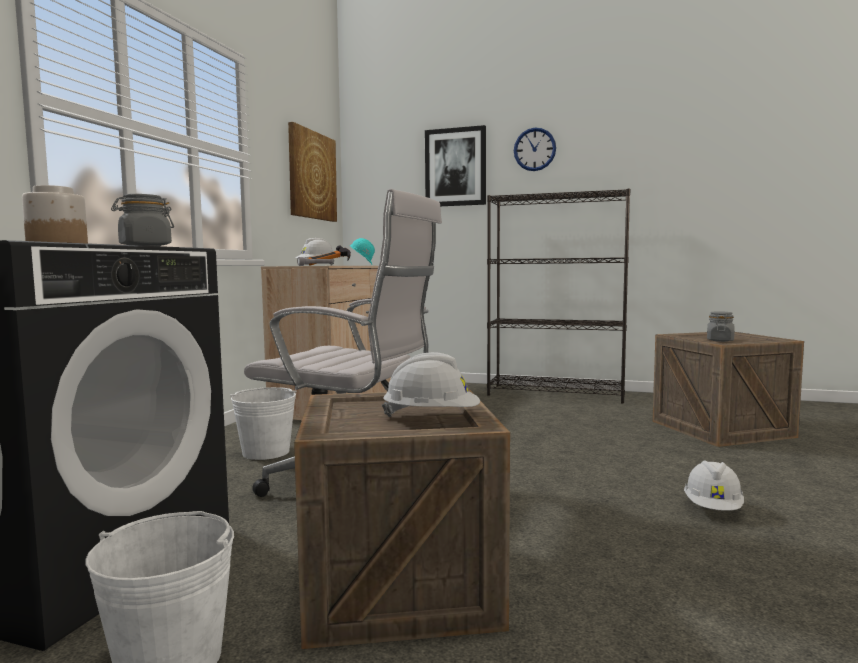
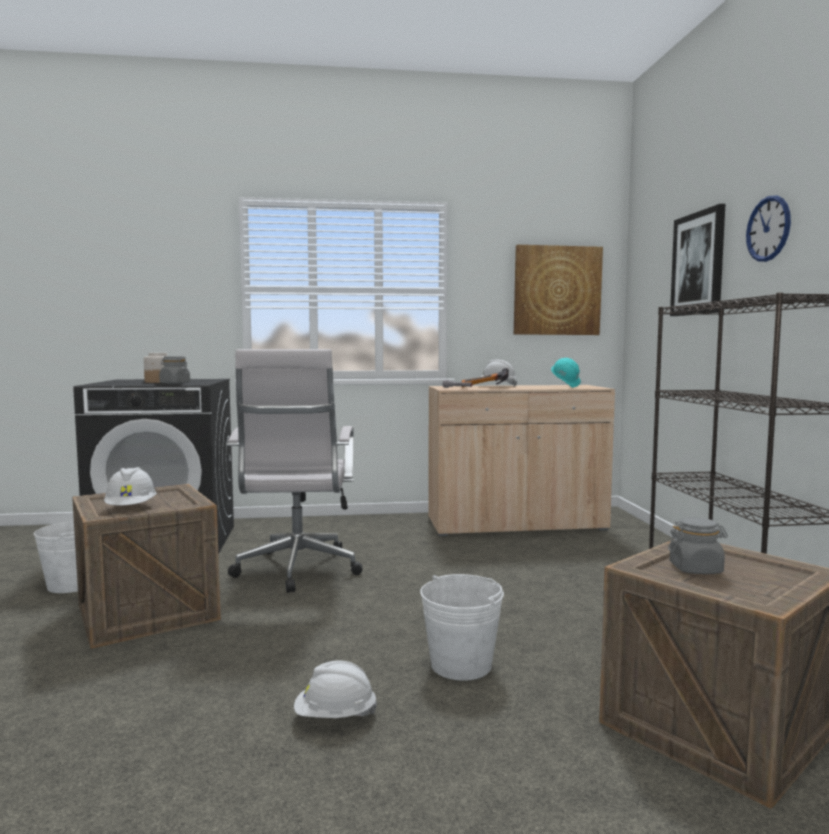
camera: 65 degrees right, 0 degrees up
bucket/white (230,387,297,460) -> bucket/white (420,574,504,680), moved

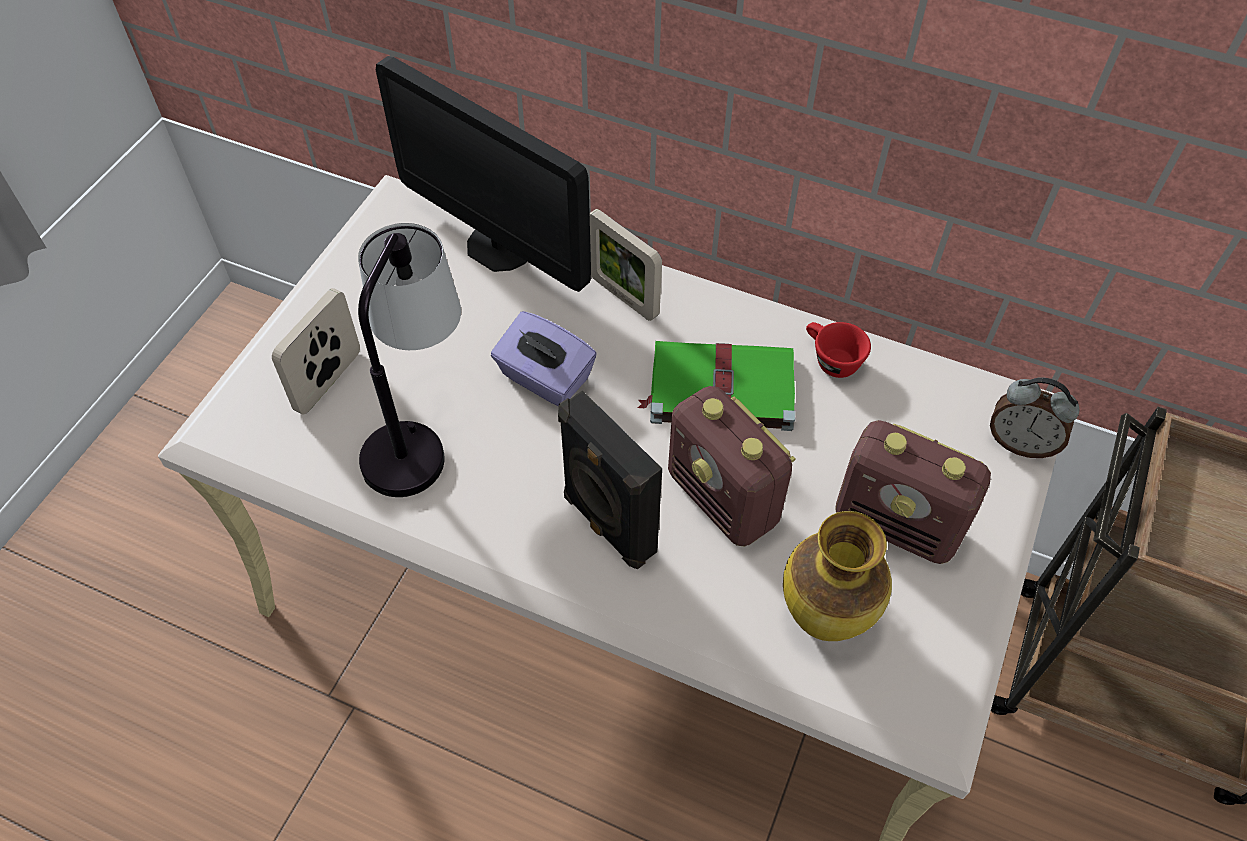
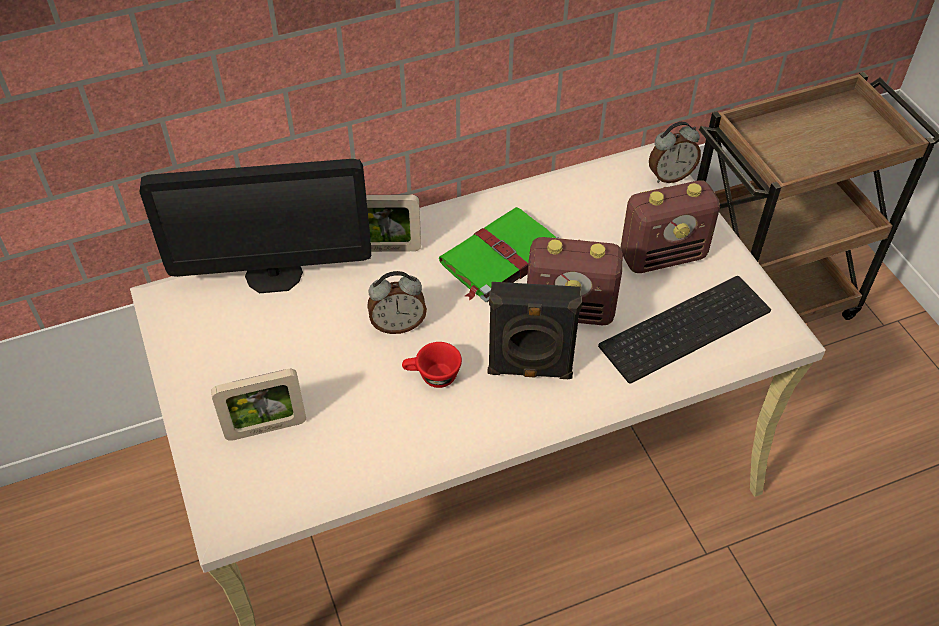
camera: 45 degrees left, 5 degrees down
standing frame (272,288,360,415) -> standing frame (211,369,306,441), 90 degrees counterclockwise
tissue holder/purple-coloured (491,311,597,406) -> table clock (367,271,427,334)
drinking cup/red-coloured (806,322,871,378) -> drinking cup/red-coloured (402,342,462,388), moved
vase (783,511,892,641) -> PC keyboard (598,276,771,384)
tabletop lamp (358,223,461,497) -> none

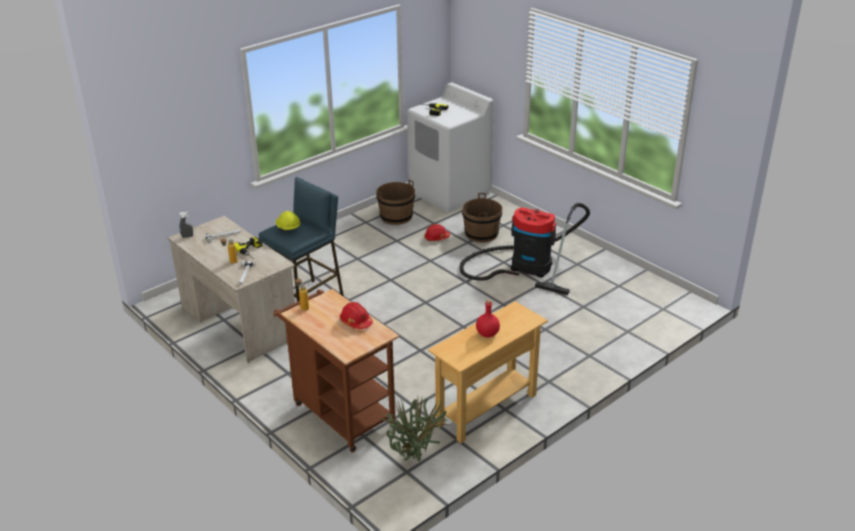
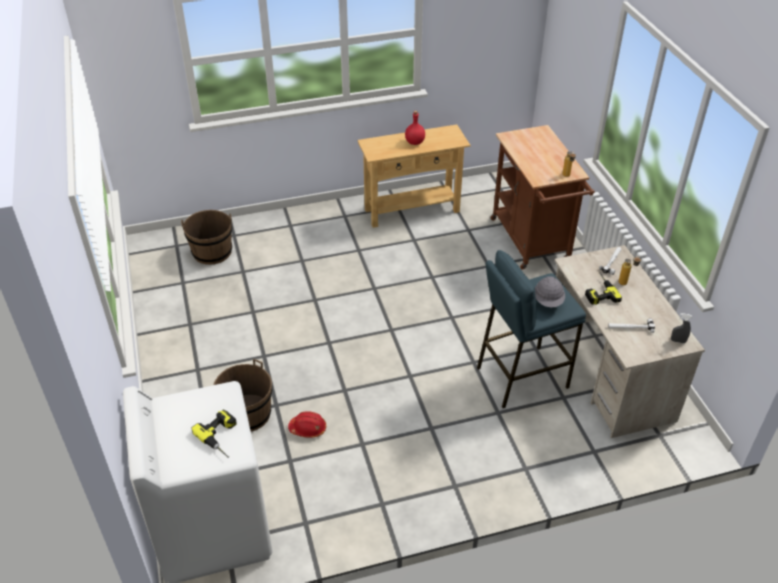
camera: 155 degrees left, 10 degrees up
bucket/brown-coloured (376,179,415,225) -> bucket/brown-coloured (181,210,232,265), moved
work helmet/yellow-coloured (276,211,301,231) -> work helmet/grey (535,276,565,307)
work helmet/red-coloured (340,302,373,329) -> none
potted plant (376,396,449,461) -> none
hoover (459,203,590,295) -> none

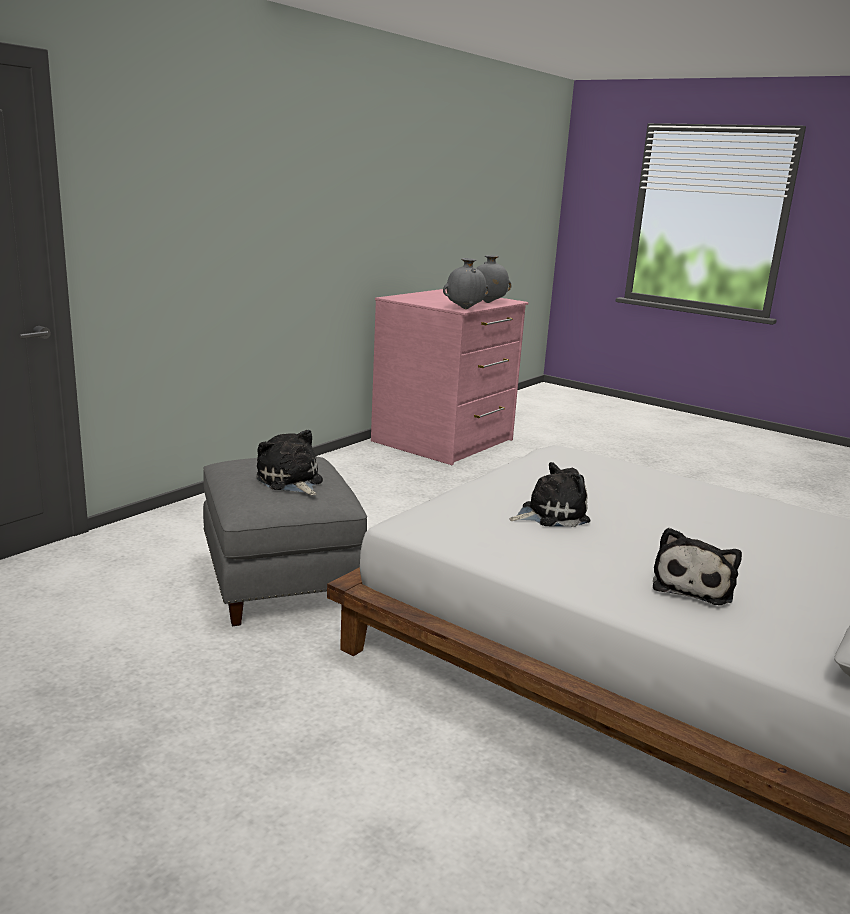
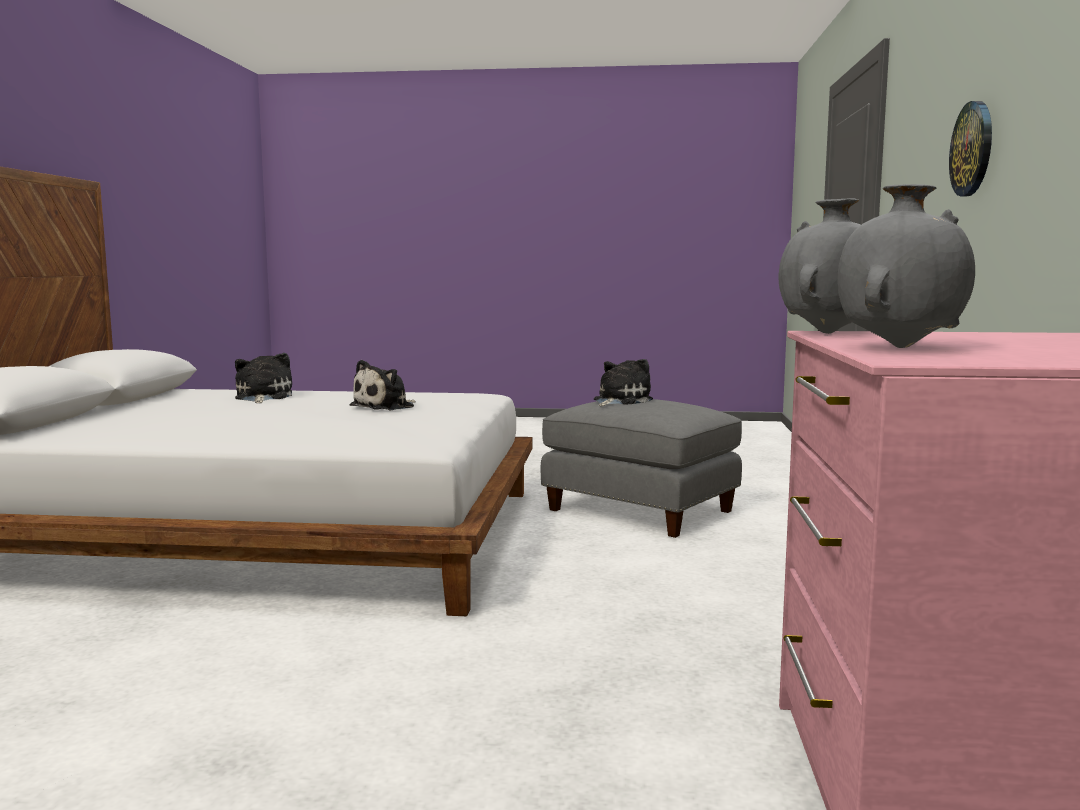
camera: 150 degrees right, 10 degrees down
cuddly toy (257,430,323,495) -> cuddly toy (594,359,653,406), 75 degrees counterclockwise
none -> wall clock (949,101,992,196)

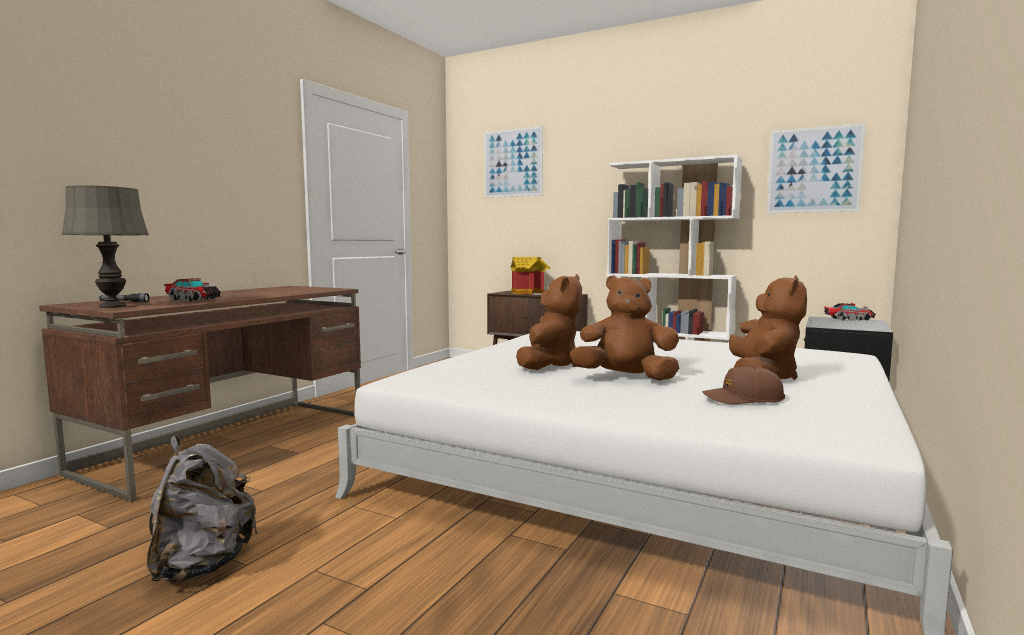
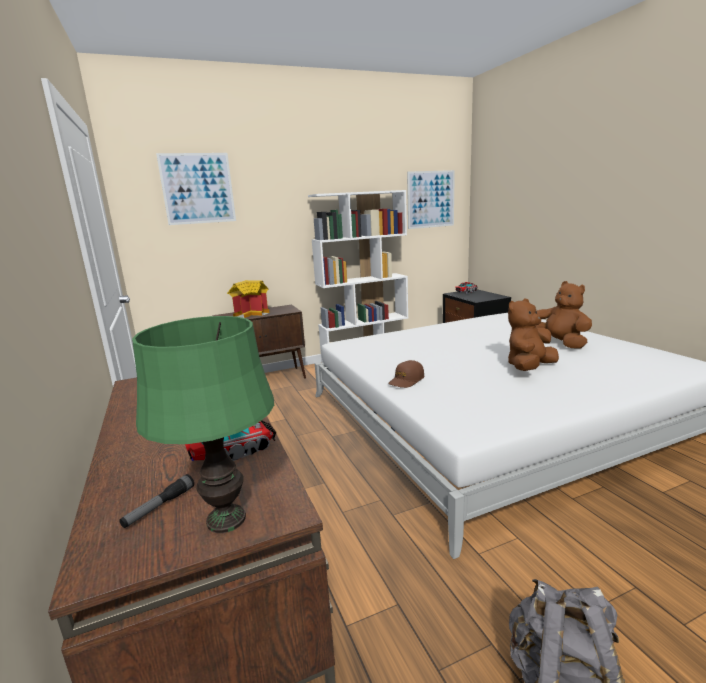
camera: 50 degrees left, 10 degrees up
tabletop lamp/grey (61,185,149,308) -> tabletop lamp/greenish (132,316,274,533)
cap/brown-coloured (702,366,785,404) -> cap/brown-coloured (388,360,424,388), moved
cuddly toy/brown-coloured (516,274,582,370) -> none

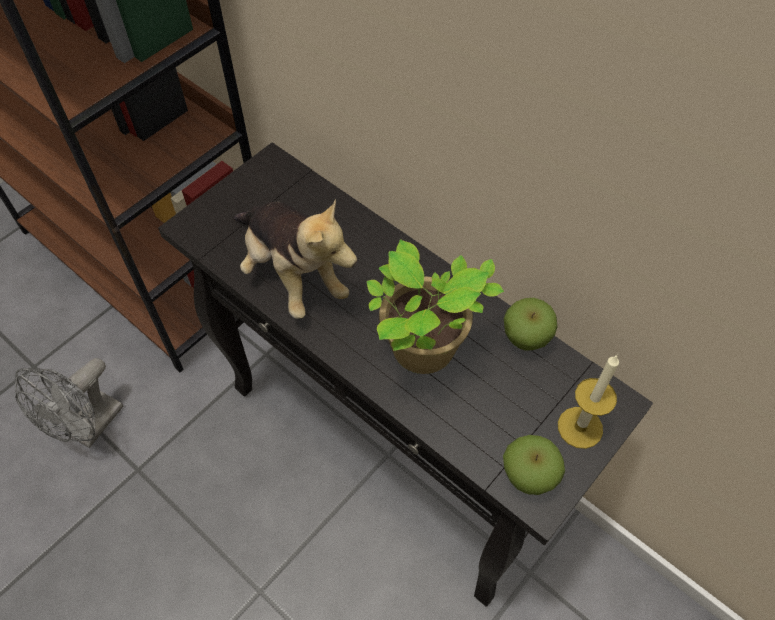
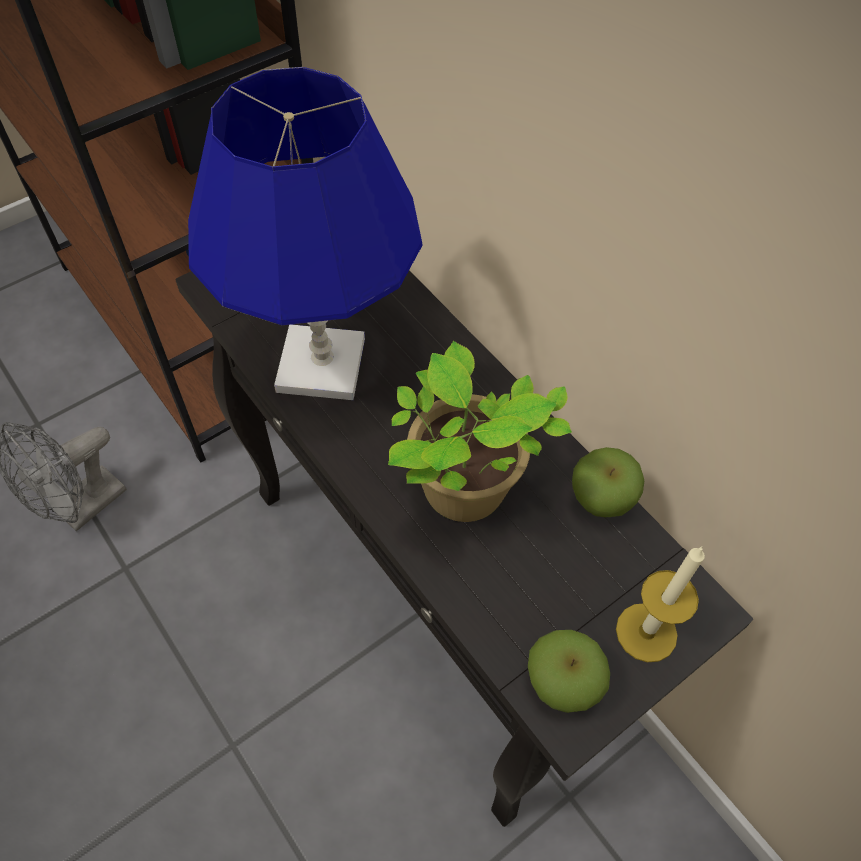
camera: 10 degrees right, 0 degrees up
cuddly toy (233,199,357,319) -> tabletop lamp/blue (188,67,423,400)

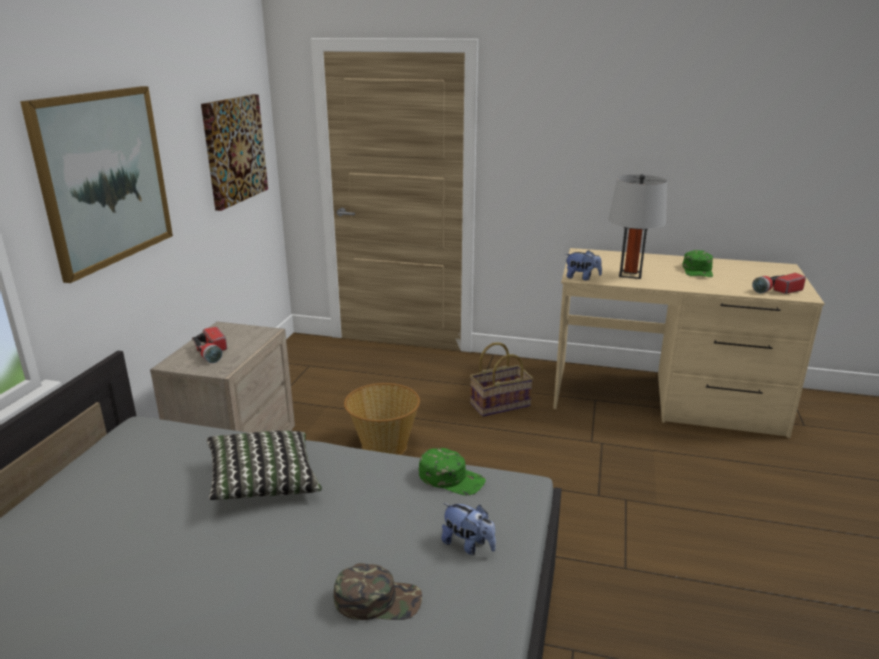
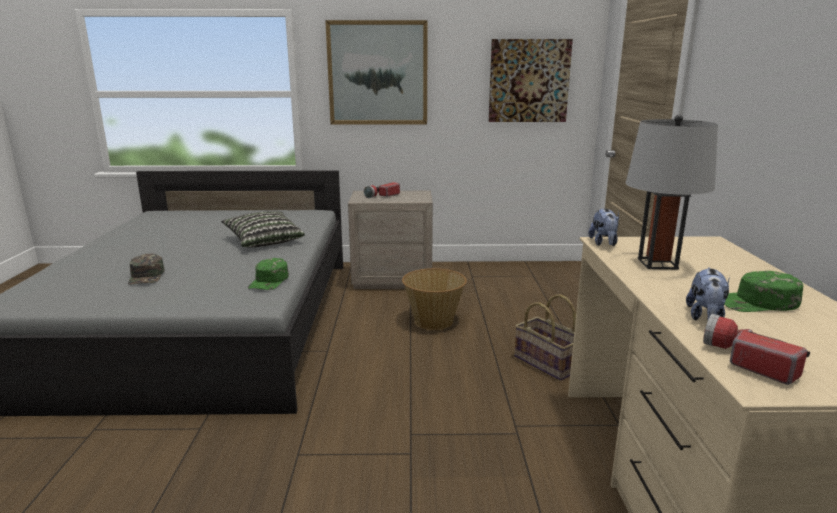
camera: 75 degrees right, 5 degrees down
cuddly toy (441,503,496,555) -> cuddly toy (686,267,730,321), moved

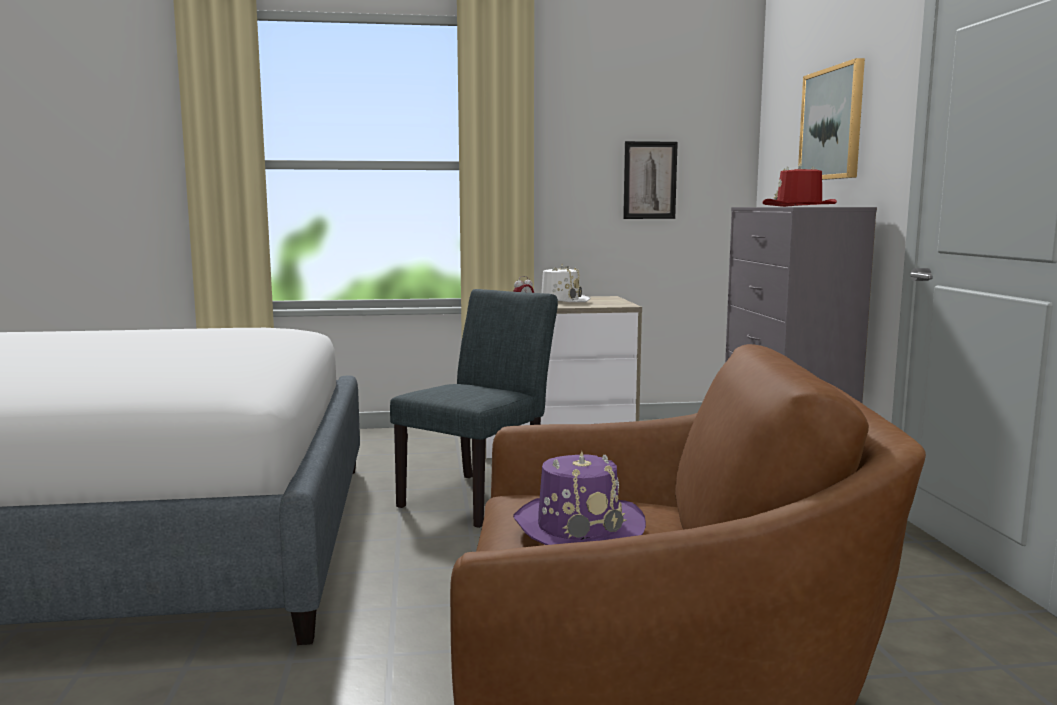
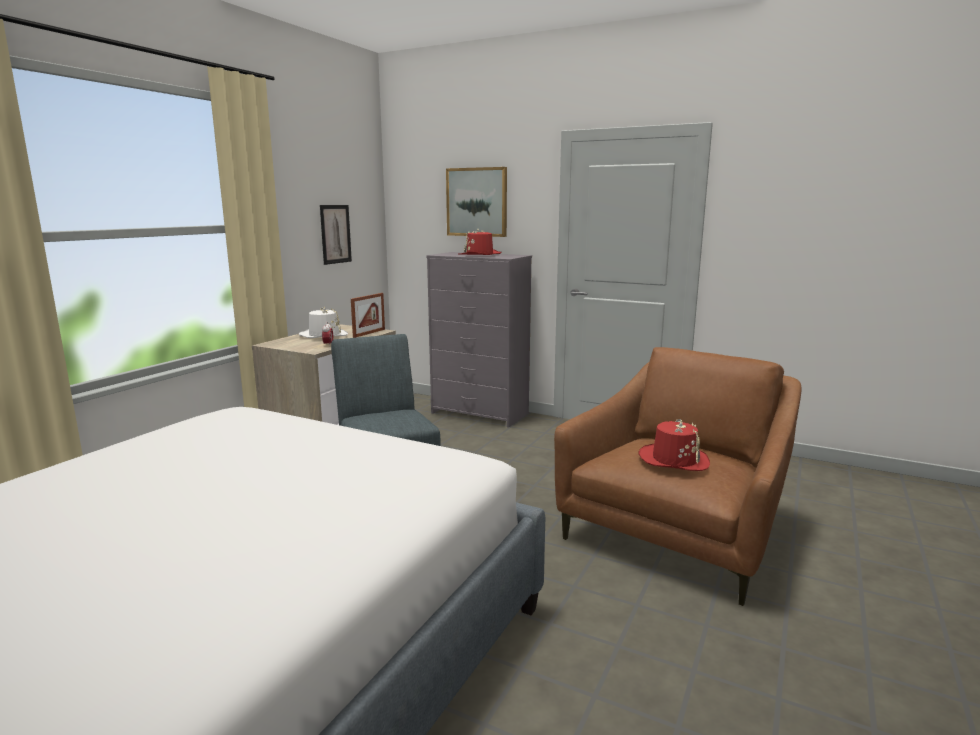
camera: 55 degrees left, 5 degrees up
none -> standing frame (351,293,385,338)
hat/purple-coloured (513,451,646,545) -> hat/red-coloured (638,419,710,471)

